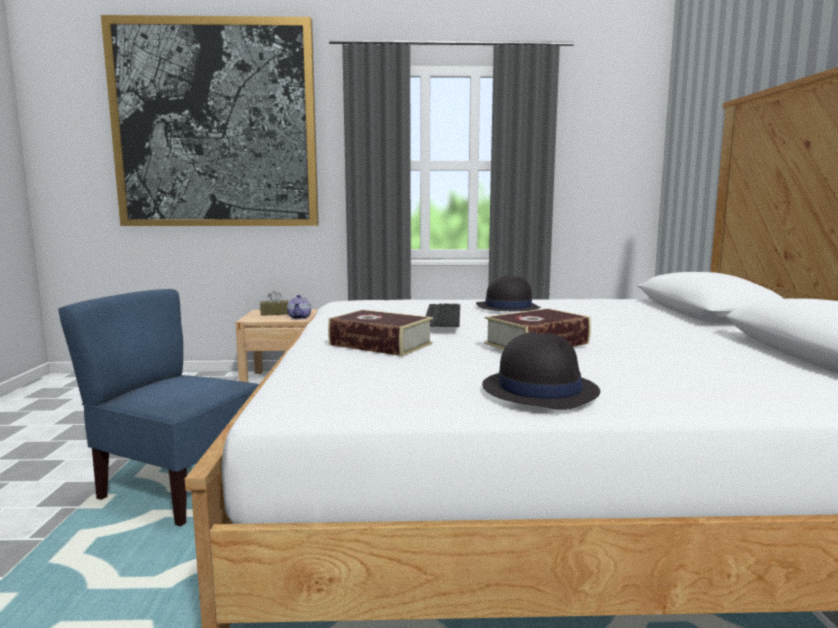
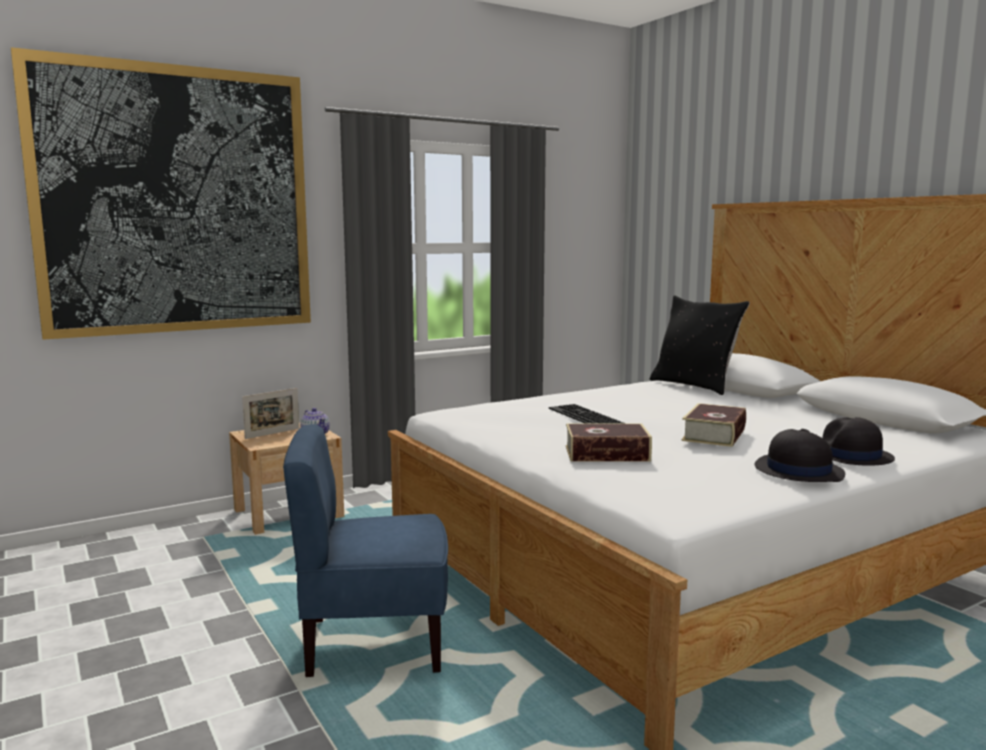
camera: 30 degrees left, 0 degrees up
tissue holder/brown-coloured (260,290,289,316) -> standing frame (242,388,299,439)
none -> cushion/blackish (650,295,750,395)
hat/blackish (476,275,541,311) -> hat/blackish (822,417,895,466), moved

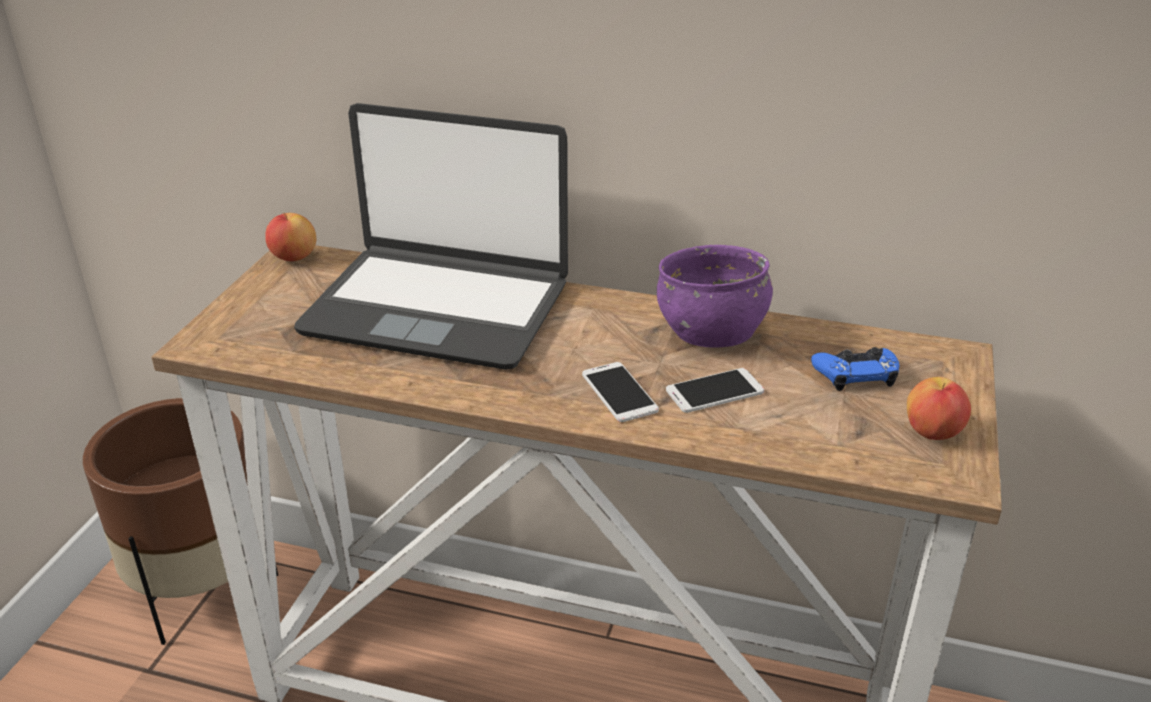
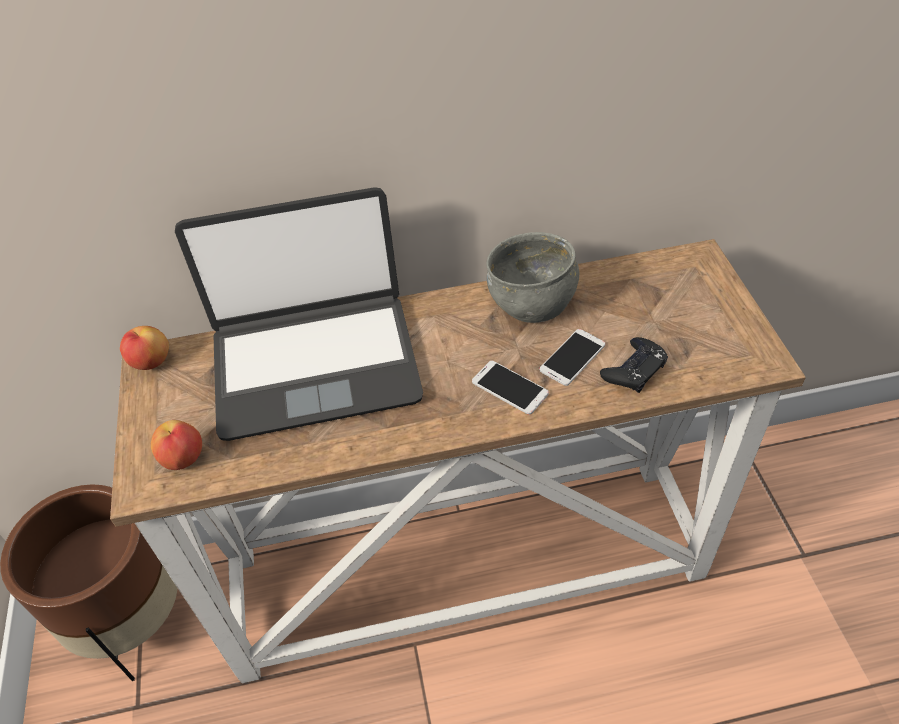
camera: 25 degrees left, 15 degrees up
apple fruit (907,377,971,440) -> apple fruit (151,420,202,470), moved
deep dish/purple-coloured (657,245,773,348) -> deep dish/grey (486,232,579,323)
none -> gamepad/blackish (600,337,668,393)
gamepad/blue (811,347,899,391) -> none

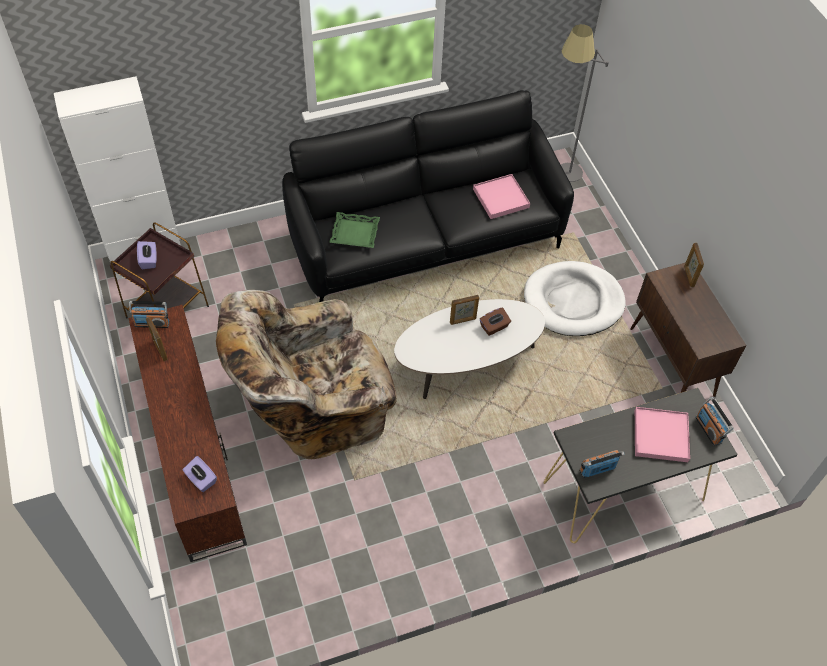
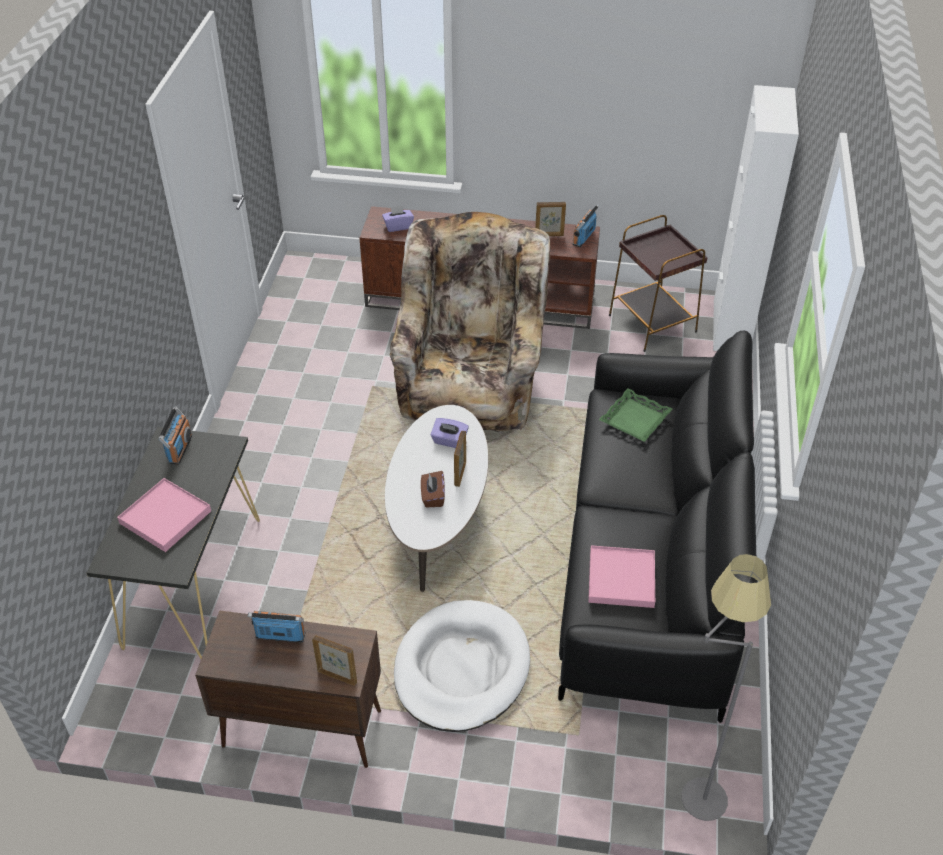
camera: 120 degrees right, 10 degrees down
radio set (695,397,734,446) -> radio set (248,611,305,642), moved
tissue holder/purple-coloured (137,241,157,269) -> tissue holder/purple-coloured (430,418,469,448), moved

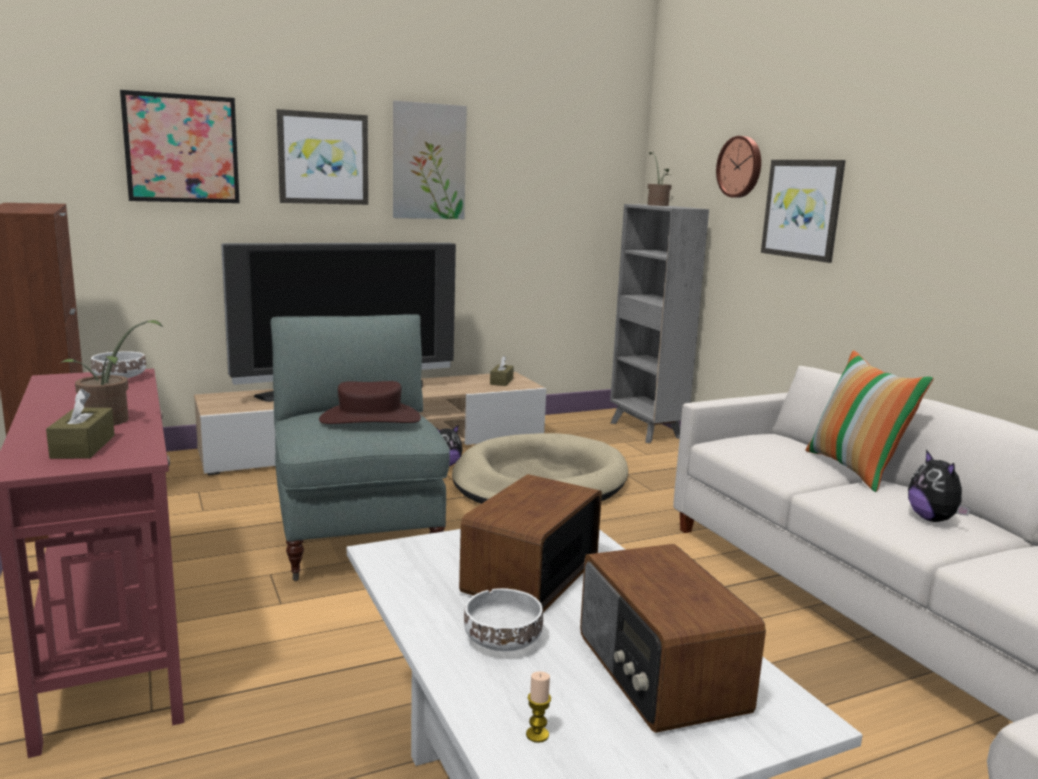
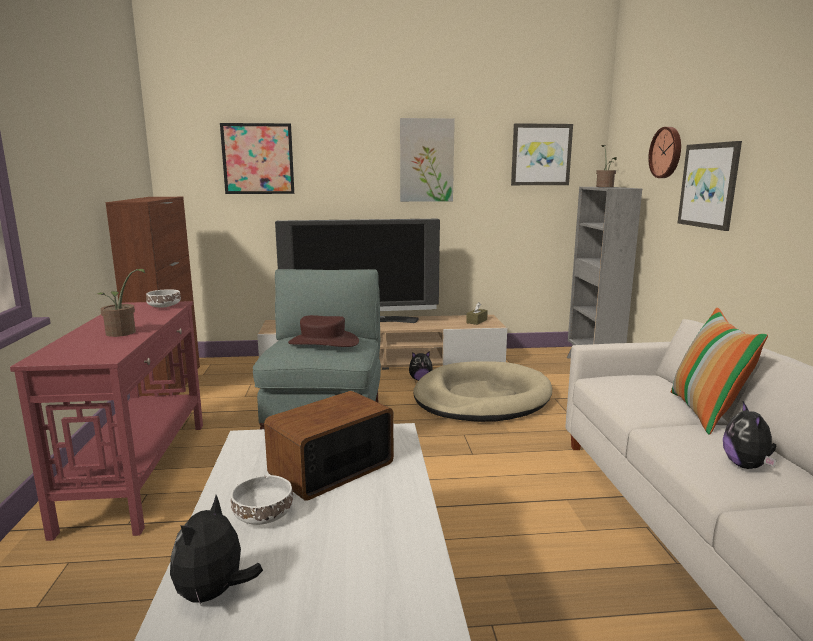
camera: 20 degrees right, 0 degrees up
candle (526,671,551,743) -> cuddly toy (170,495,263,605)
picture (277,109,368,205) -> picture (511,123,573,185), moved
tissue holder/brown-coloured (46,388,115,459) -> none
radio set (580,544,766,733) -> none

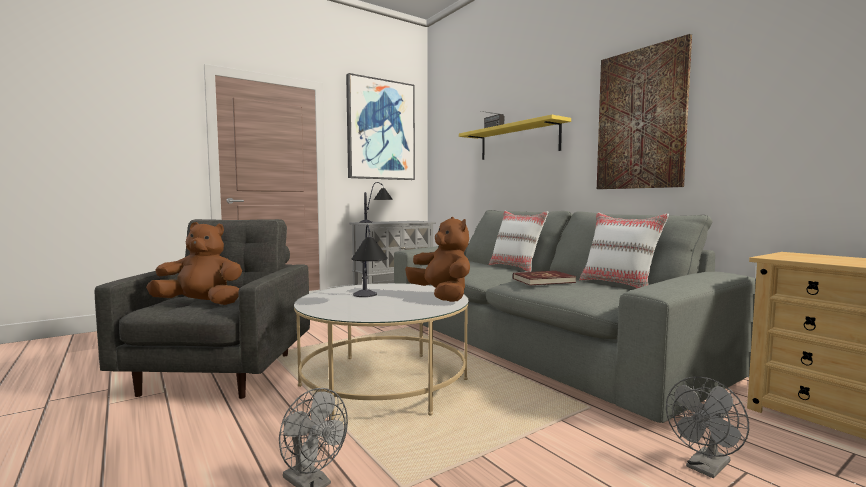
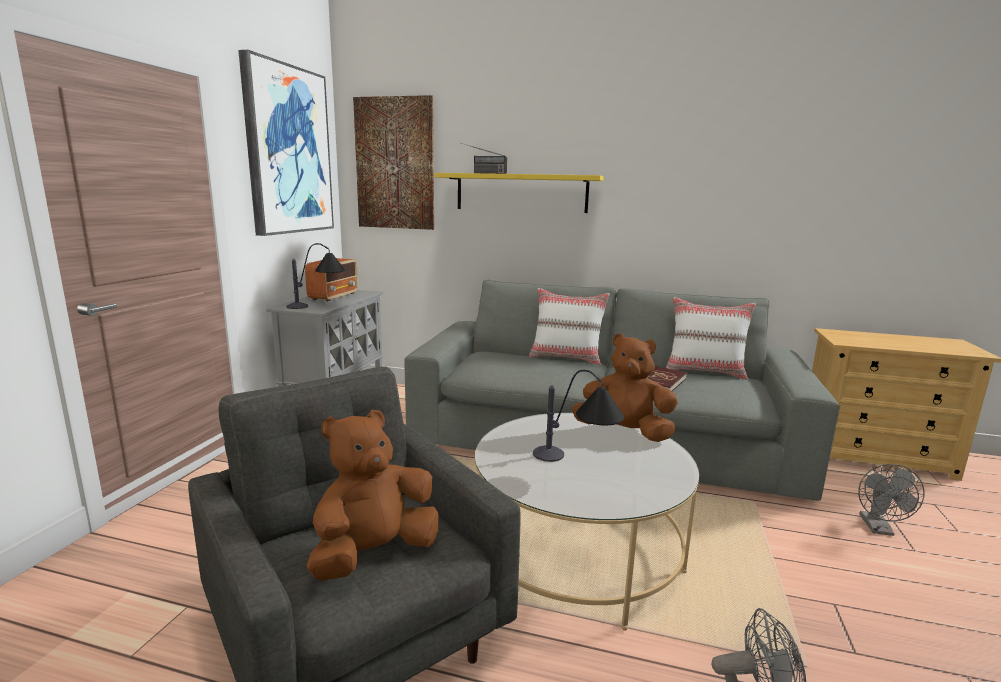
camera: 40 degrees left, 10 degrees up
none -> radio set (305,258,358,301)
picture (597,34,692,189) -> picture (353,95,434,230), moved

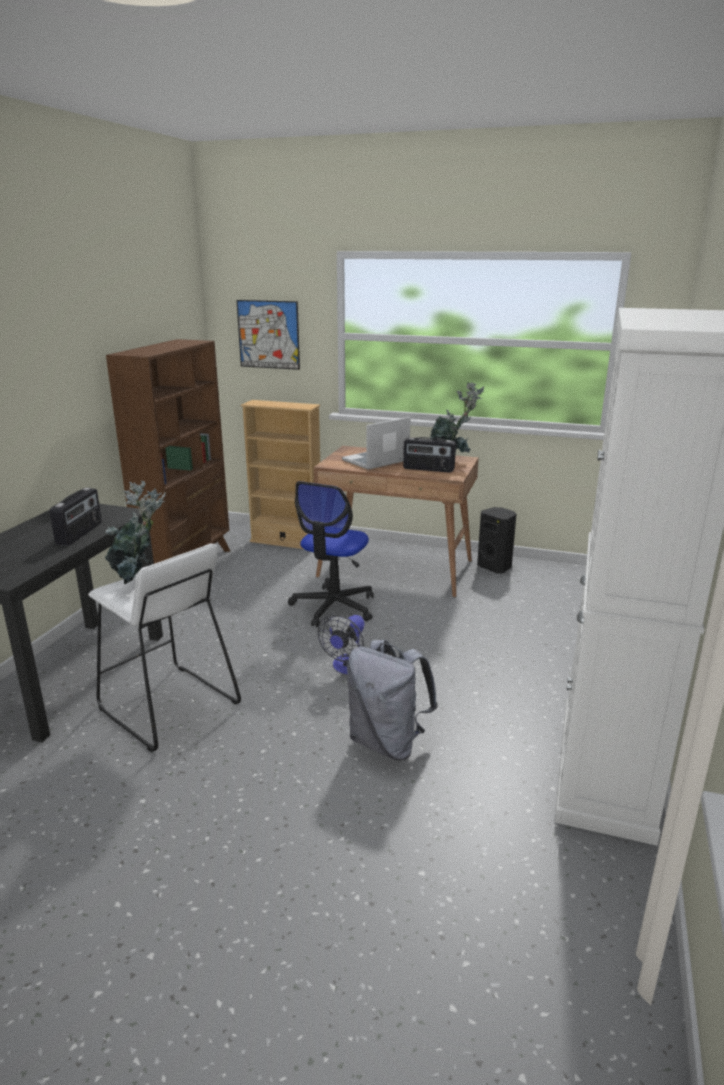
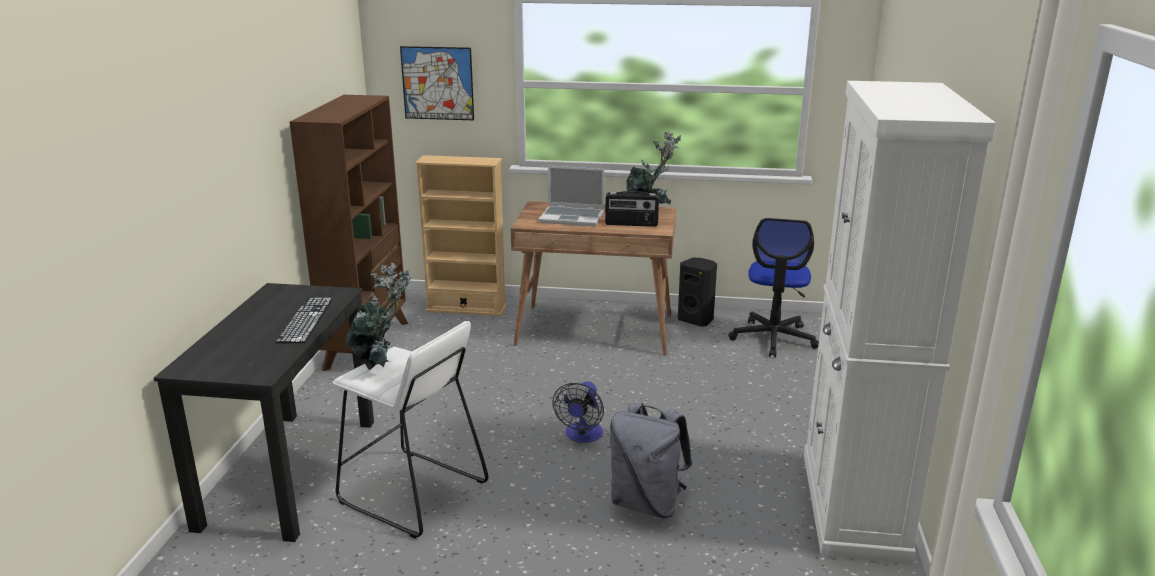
camera: 10 degrees left, 0 degrees up
radio set (49,488,102,546) -> PC keyboard (275,298,333,343)
portable computer (342,417,410,470) -> portable computer (539,166,604,226), 120 degrees counterclockwise
desk chair (288,481,374,627) -> desk chair (728,218,819,357), moved

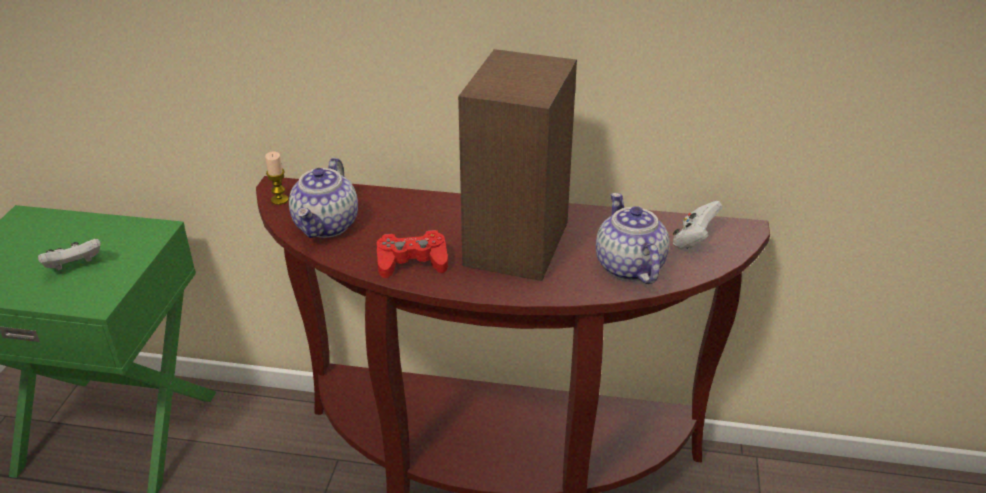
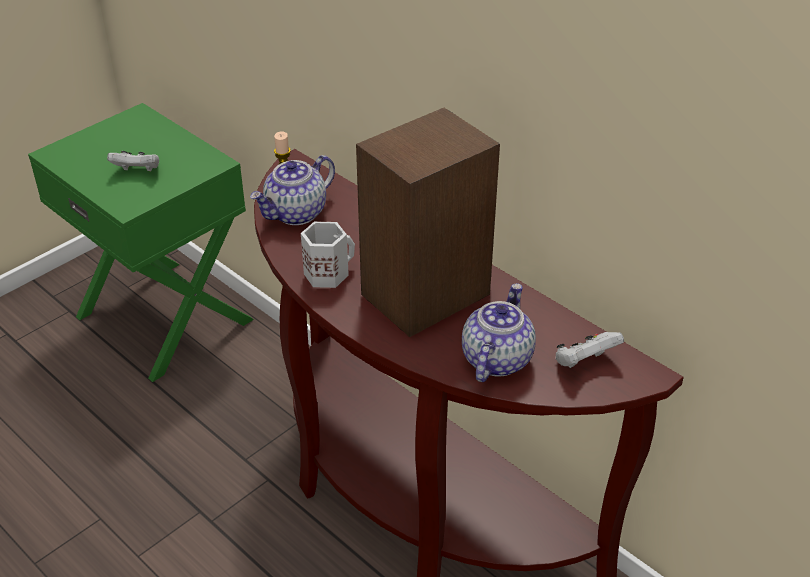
camera: 35 degrees right, 5 degrees up
gamepad/red-coloured (377,230,448,278) -> mug/white (301,221,355,288)

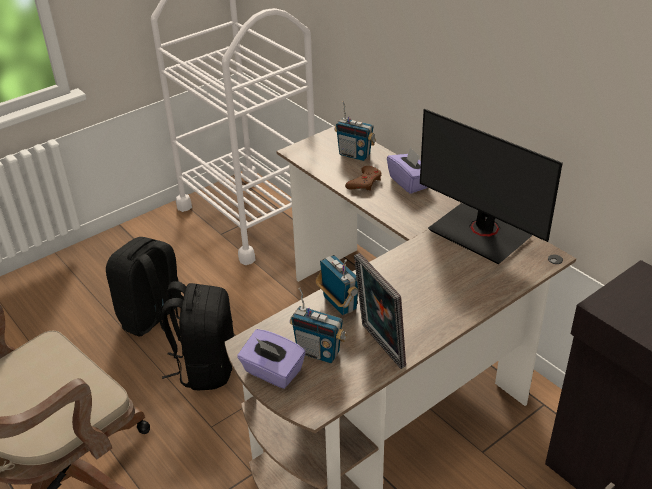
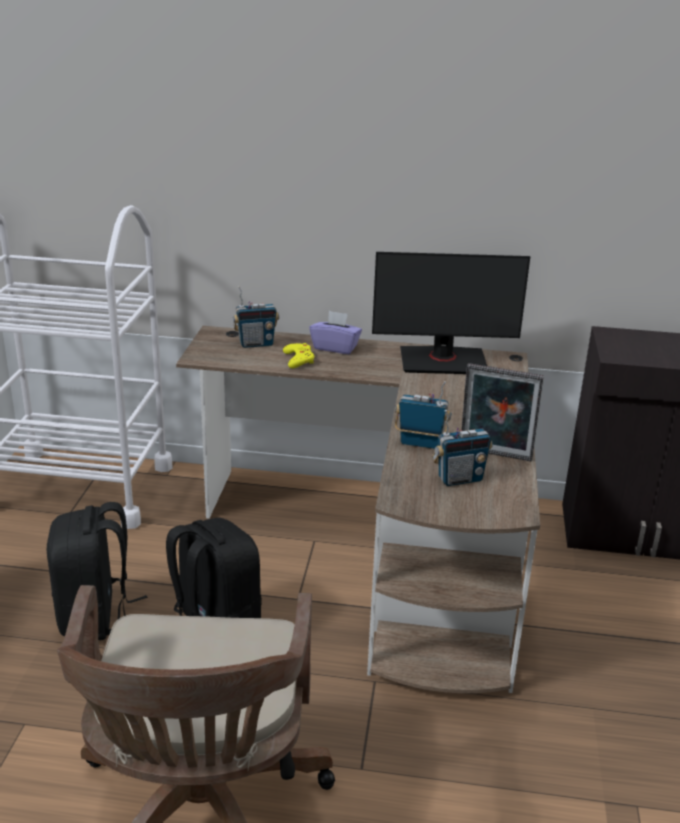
camera: 45 degrees left, 10 degrees down
gamepad/brown-coloured (345,166,382,191) -> gamepad/yellow-coloured (283,343,314,368)
tissue holder/purple-coloured (237,329,306,389) -> none

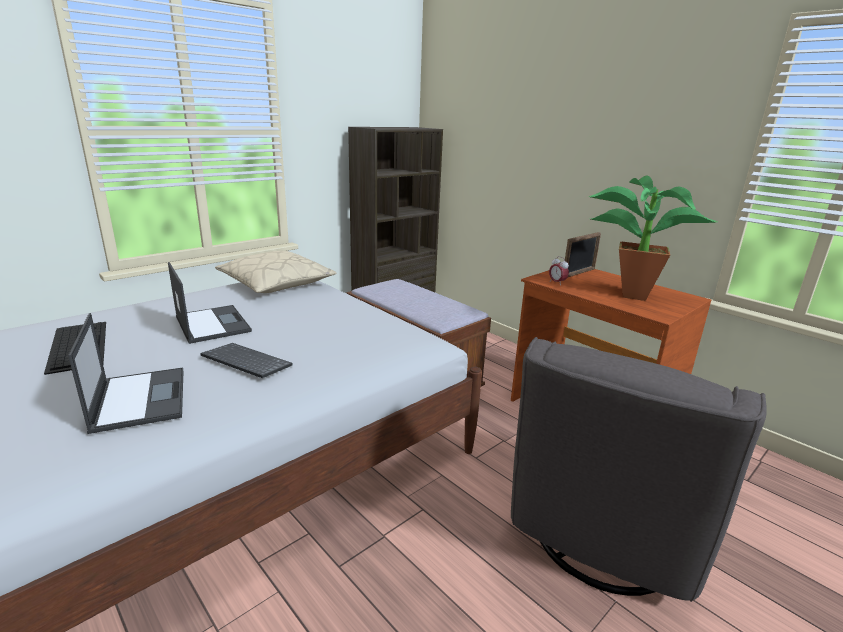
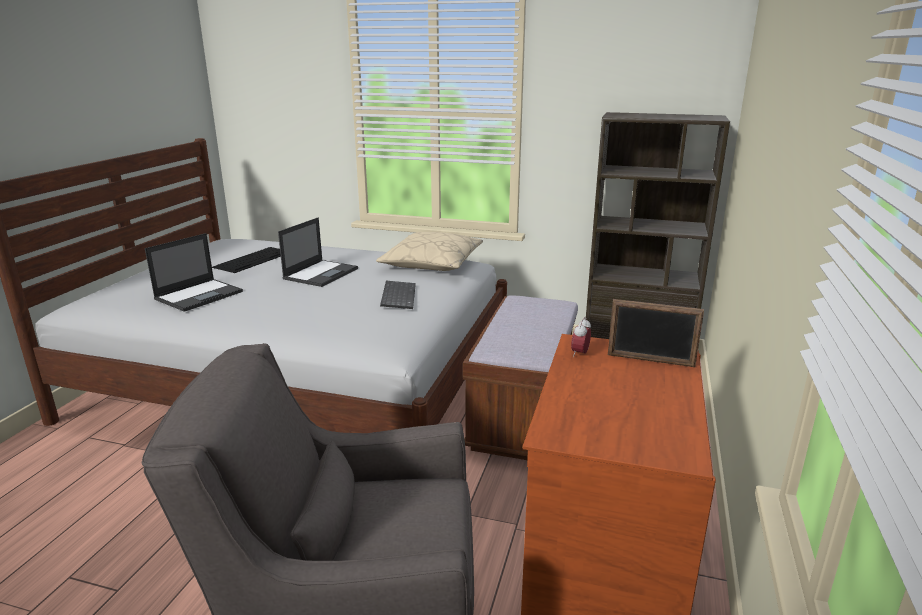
camera: 60 degrees right, 0 degrees up
PC keyboard (200,343,292,378) -> PC keyboard (380,281,416,309), moved
potted plant (588,175,717,301) -> none

